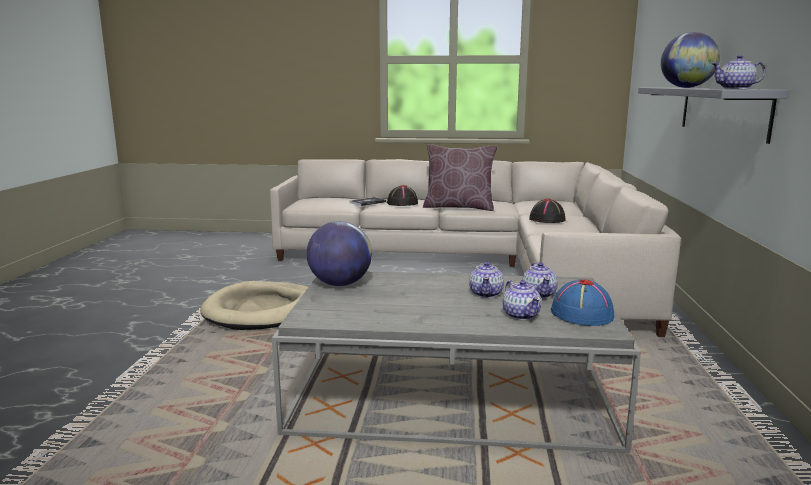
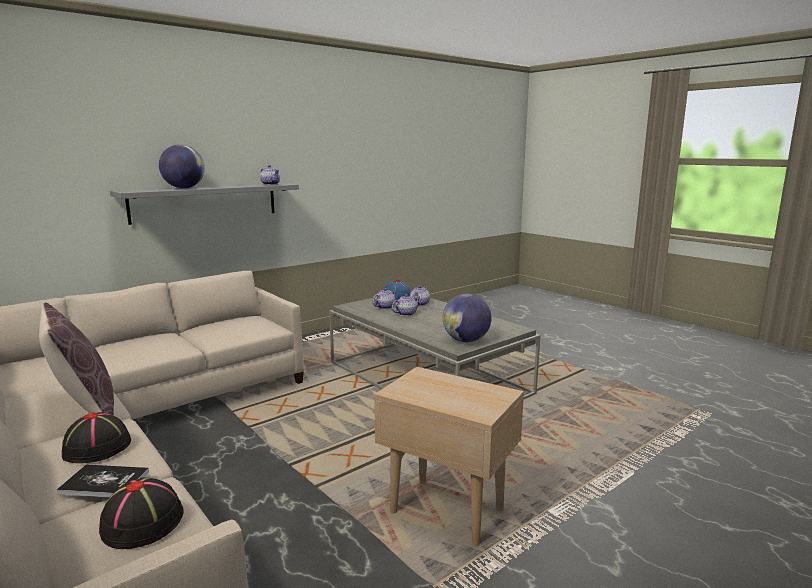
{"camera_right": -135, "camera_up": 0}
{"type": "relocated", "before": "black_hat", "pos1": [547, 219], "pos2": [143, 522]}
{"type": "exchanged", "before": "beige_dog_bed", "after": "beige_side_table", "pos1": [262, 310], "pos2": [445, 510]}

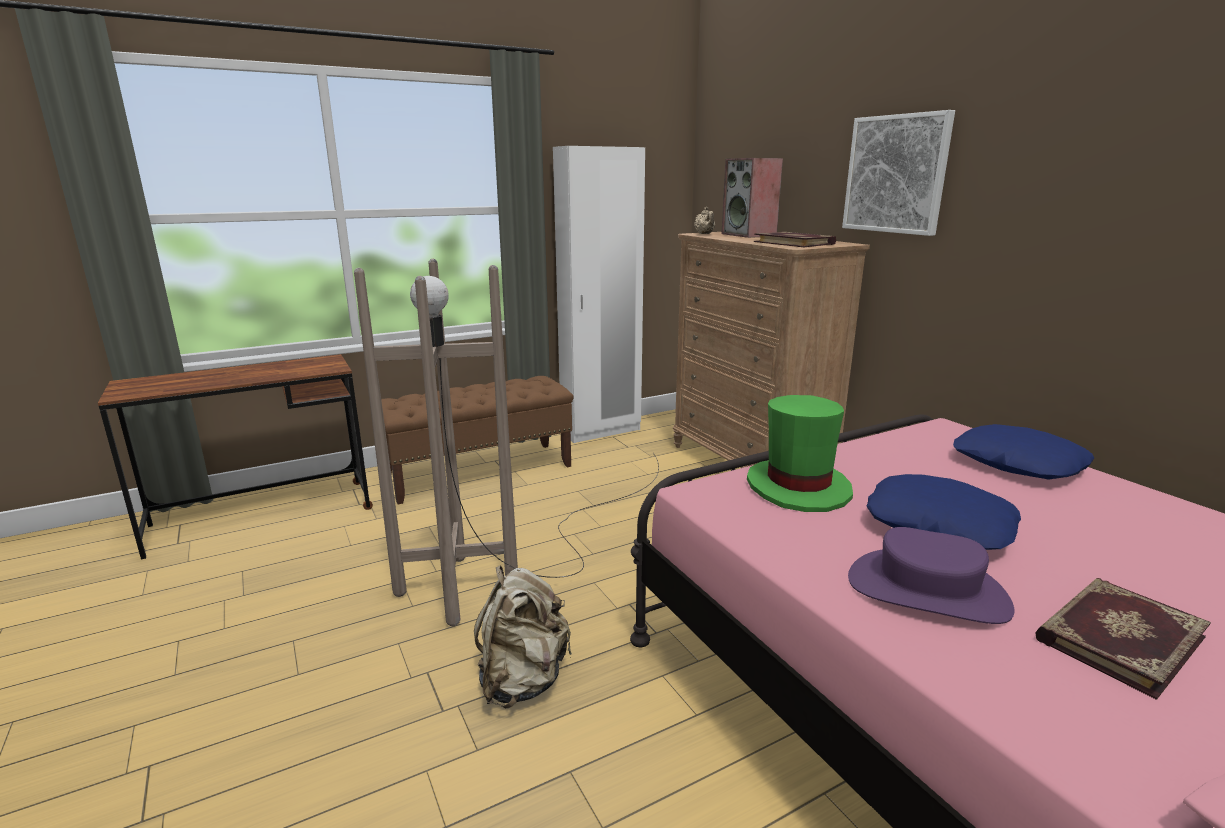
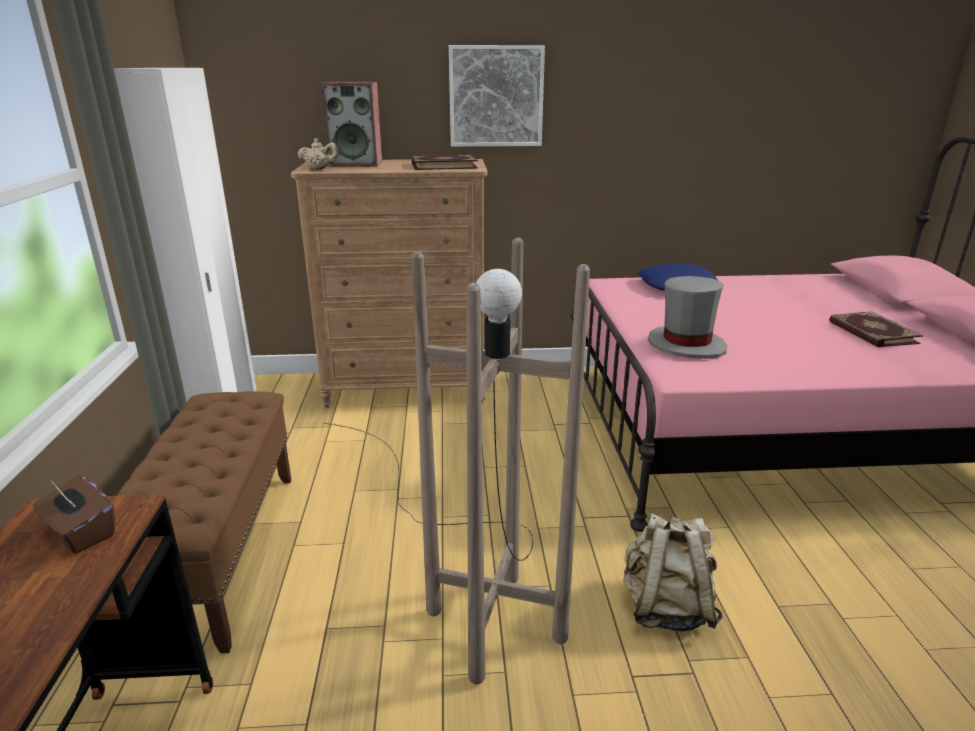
{"camera_right": -65, "camera_up": 5}
{"type": "colour", "before": "green_hat", "after": "grey_hat", "pos1": [798, 487], "pos2": [686, 345]}
{"type": "missing", "before": "blue_pillow", "pos1": [939, 524]}
{"type": "missing", "before": "purple_hat", "pos1": [927, 591]}
{"type": "appeared", "after": "brown_tissue_box", "pos2": [81, 533]}

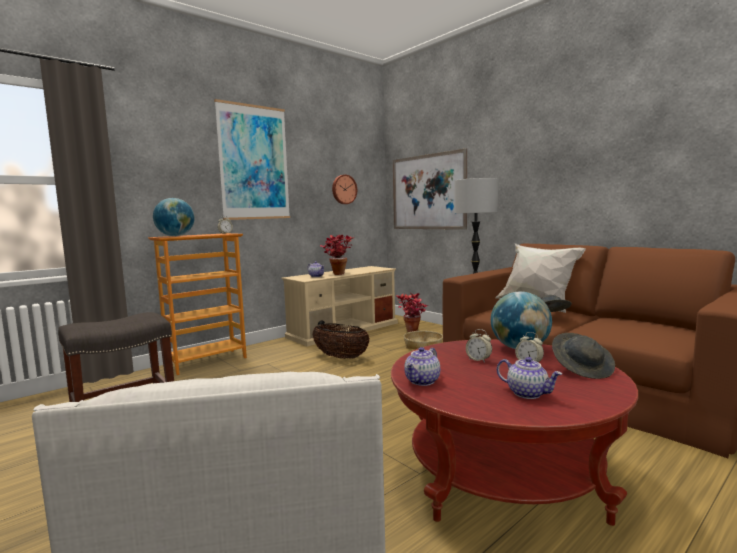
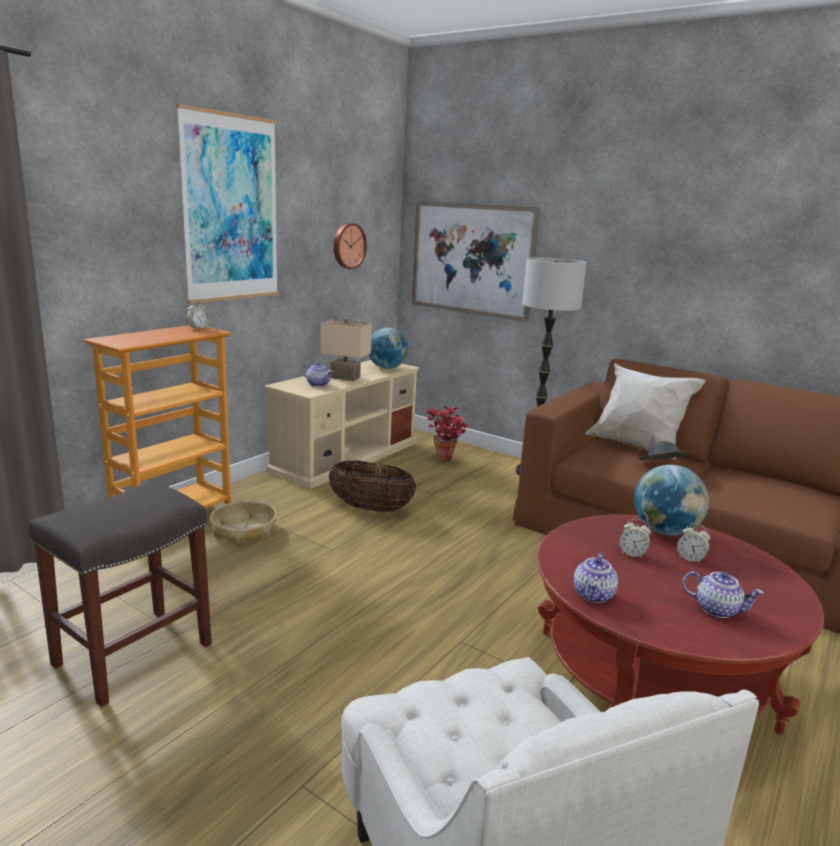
{"camera_right": -15, "camera_up": 10}
{"type": "relocated", "before": "globe", "pos1": [175, 236], "pos2": [387, 368]}
{"type": "exchanged", "before": "potted_plant", "after": "beige_table_lamp", "pos1": [337, 273], "pos2": [344, 378]}
{"type": "relocated", "before": "basket", "pos1": [423, 346], "pos2": [244, 530]}
{"type": "missing", "before": "grey_hat", "pos1": [582, 369]}

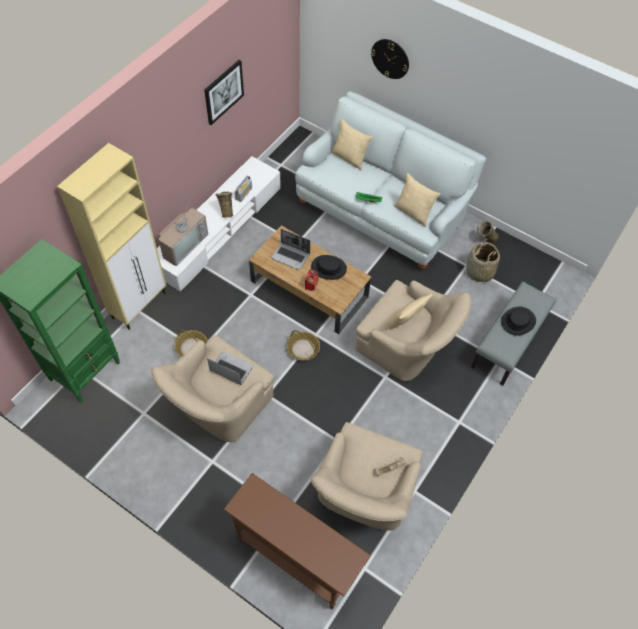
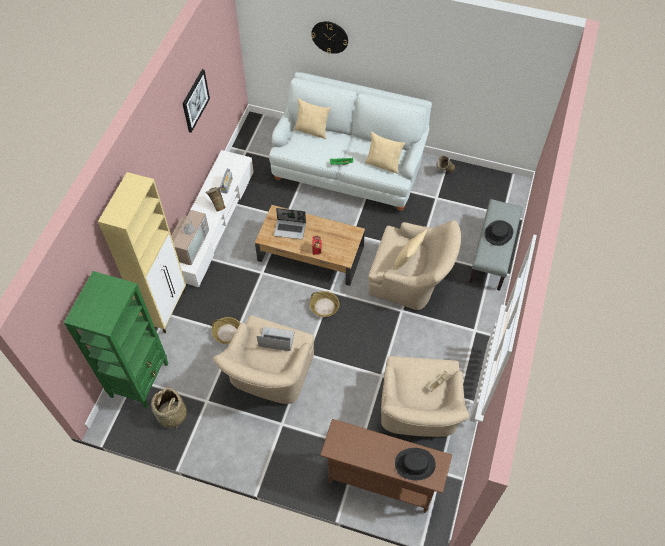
{"camera_right": -15, "camera_up": 0}
{"type": "relocated", "before": "basket", "pos1": [479, 272], "pos2": [171, 415]}
{"type": "relocated", "before": "black_hat", "pos1": [328, 268], "pos2": [415, 464]}

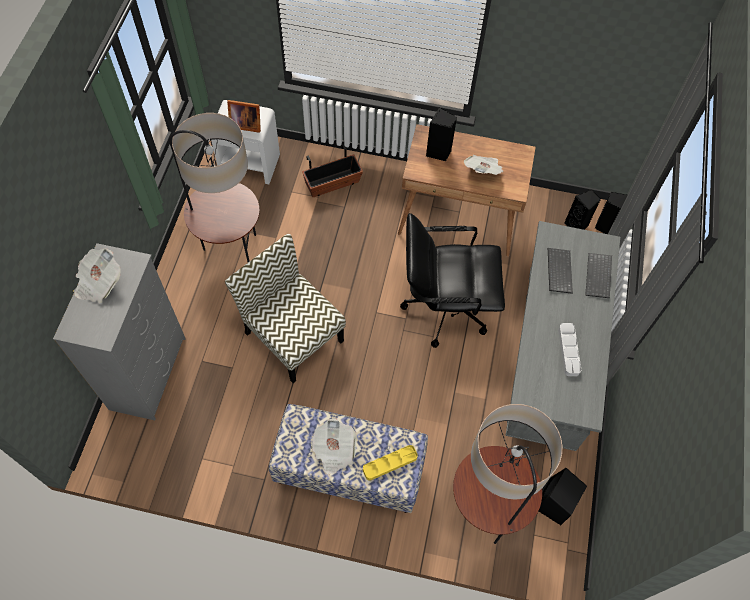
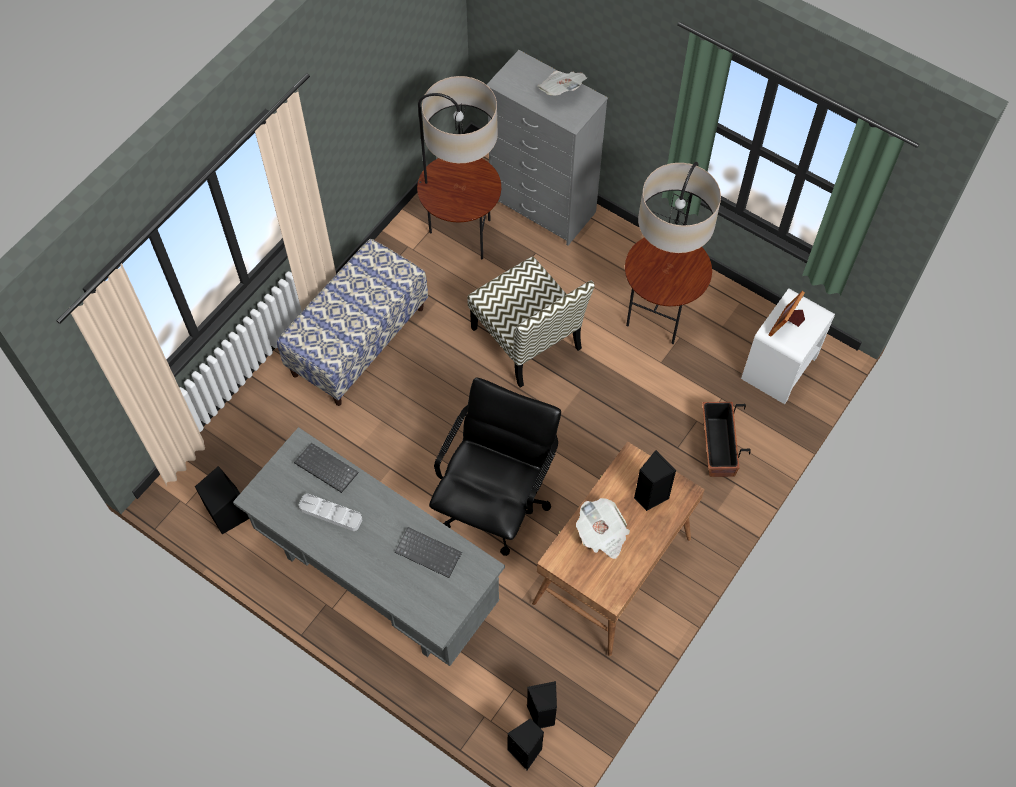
{"camera_right": 115, "camera_up": 0}
{"type": "spun", "before": "chair", "pos1": [292, 336], "pos2": [527, 339], "turn": 75}
{"type": "relocated", "before": "keyboard", "pos1": [599, 277], "pos2": [325, 469]}
{"type": "relocated", "before": "floor_lamp", "pos1": [484, 510], "pos2": [461, 236]}
{"type": "missing", "before": "newspaper", "pos1": [334, 451]}
{"type": "missing", "before": "yellow_tray", "pos1": [390, 463]}

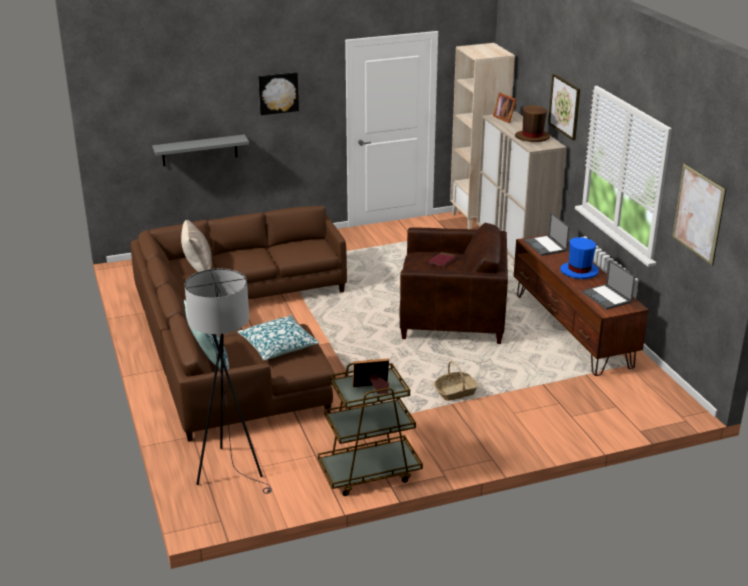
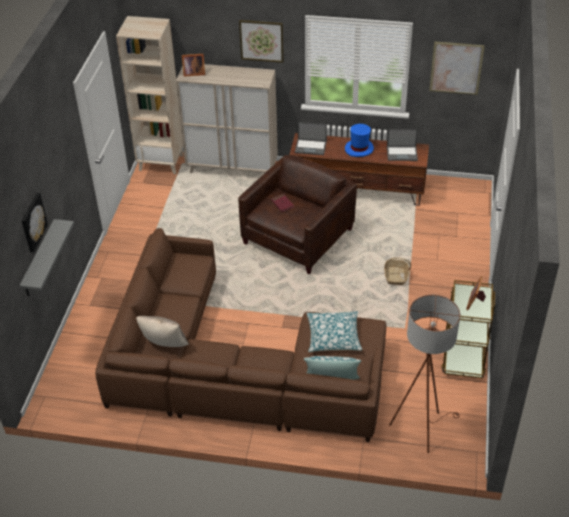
{"camera_right": -60, "camera_up": 15}
{"type": "relocated", "before": "picture", "pos1": [278, 93], "pos2": [32, 222]}
{"type": "missing", "before": "brown_hat", "pos1": [532, 137]}
{"type": "colour", "before": "grey_floor_lamp", "after": "brown_floor_lamp", "pos1": [232, 470], "pos2": [421, 427]}

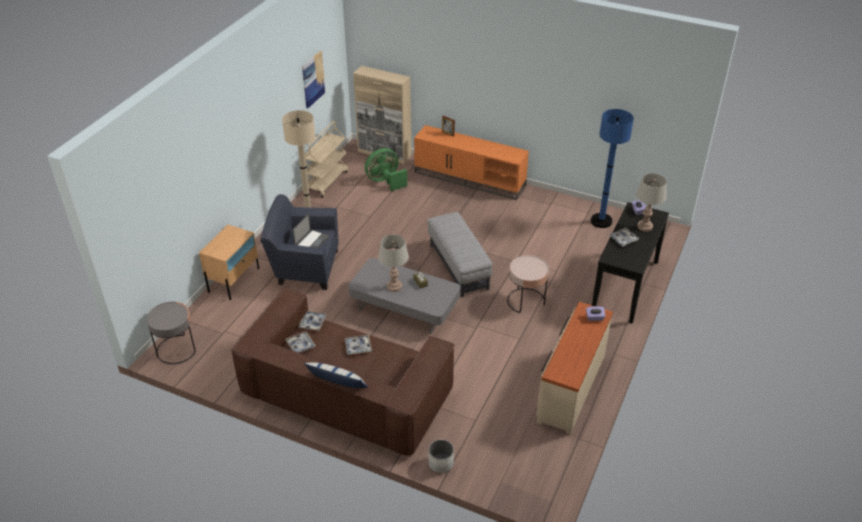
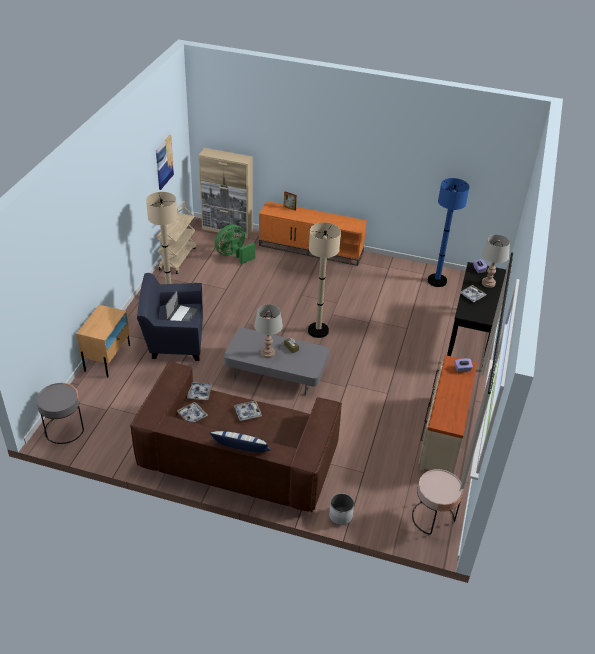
{"camera_right": -10, "camera_up": 0}
{"type": "exchanged", "before": "grey_ottoman", "after": "beige_floor_lamp", "pos1": [458, 267], "pos2": [318, 330]}
{"type": "relocated", "before": "pink_side_table", "pos1": [526, 301], "pos2": [433, 517]}

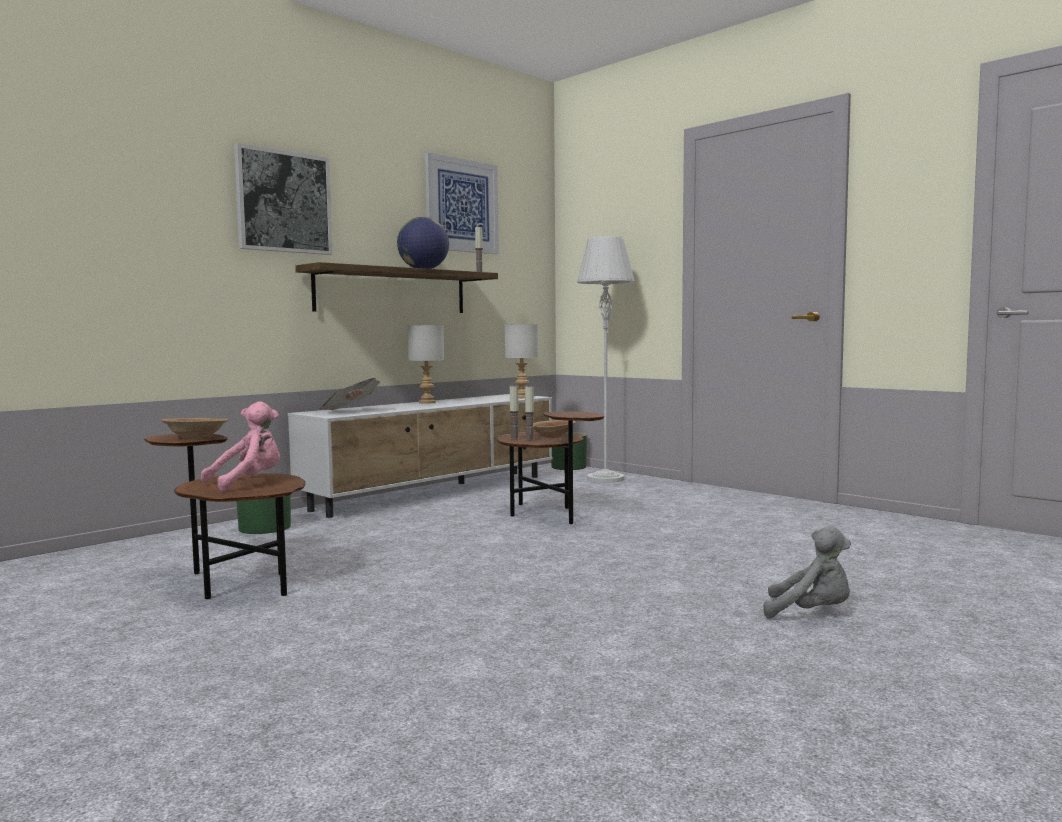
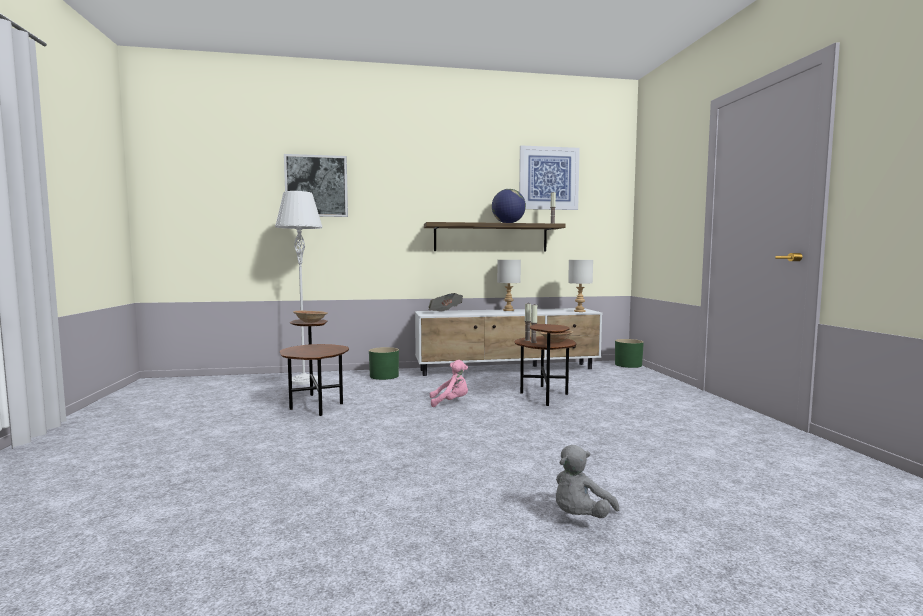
{"camera_right": 35, "camera_up": 0}
{"type": "relocated", "before": "picture", "pos1": [283, 202], "pos2": [316, 186]}
{"type": "relocated", "before": "grey_floor_lamp", "pos1": [605, 479], "pos2": [304, 381]}
{"type": "relocated", "before": "pink_plush_toy", "pos1": [248, 483], "pos2": [451, 402]}
{"type": "spun", "before": "grey_plush_toy", "pos1": [811, 613], "pos2": [580, 517], "turn": 75}

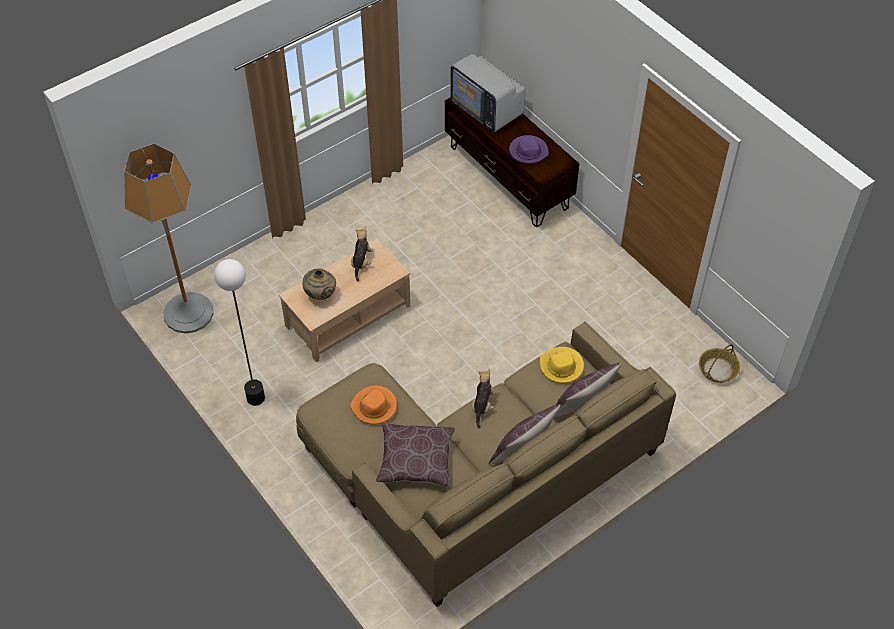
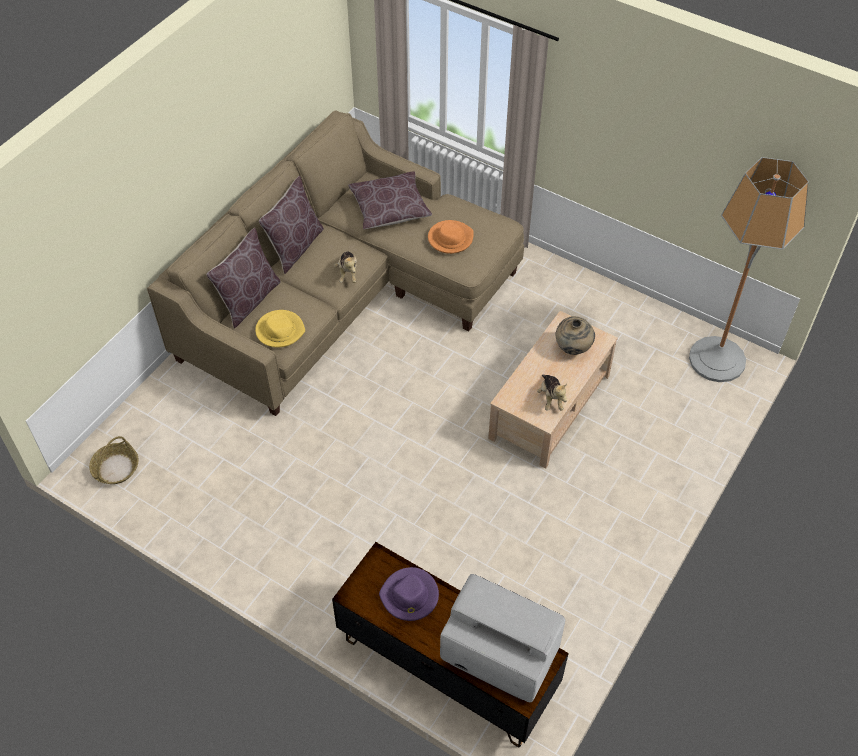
{"camera_right": 160, "camera_up": 0}
{"type": "missing", "before": "floor_lamp", "pos1": [255, 397]}

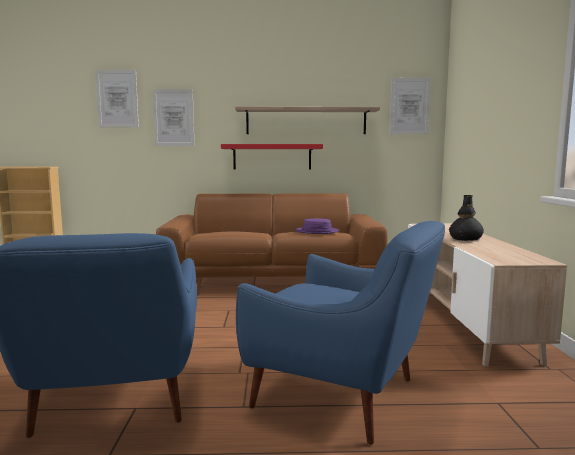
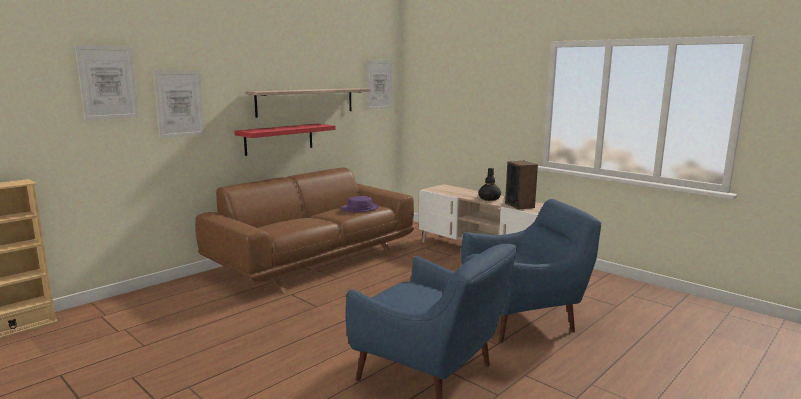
{"camera_right": -45, "camera_up": 5}
{"type": "appeared", "after": "speaker", "pos2": [519, 205]}

